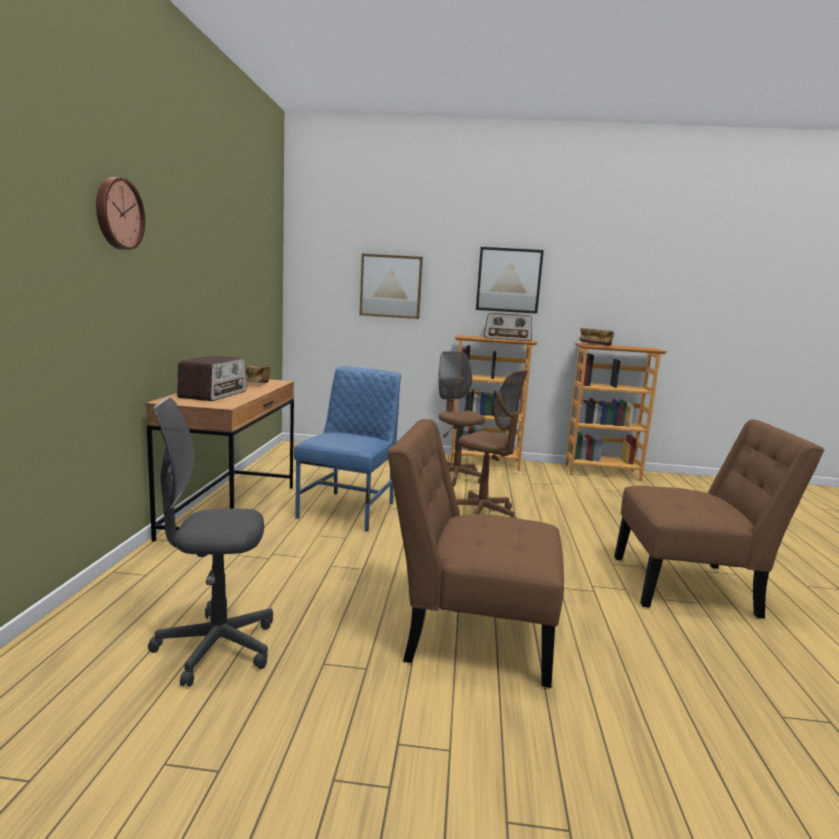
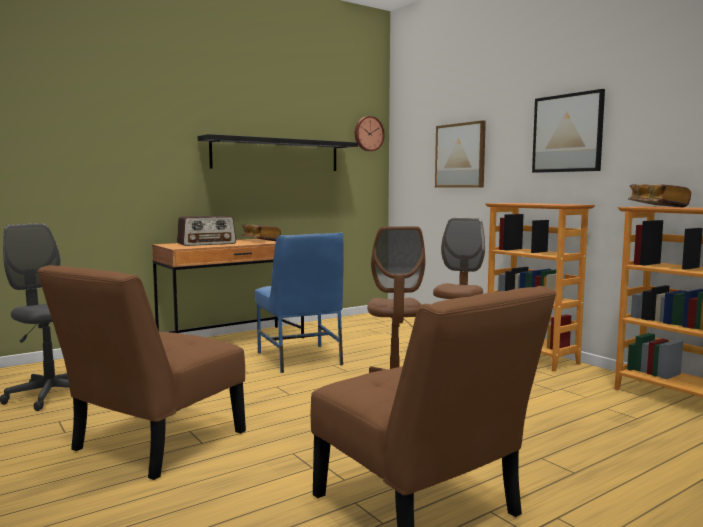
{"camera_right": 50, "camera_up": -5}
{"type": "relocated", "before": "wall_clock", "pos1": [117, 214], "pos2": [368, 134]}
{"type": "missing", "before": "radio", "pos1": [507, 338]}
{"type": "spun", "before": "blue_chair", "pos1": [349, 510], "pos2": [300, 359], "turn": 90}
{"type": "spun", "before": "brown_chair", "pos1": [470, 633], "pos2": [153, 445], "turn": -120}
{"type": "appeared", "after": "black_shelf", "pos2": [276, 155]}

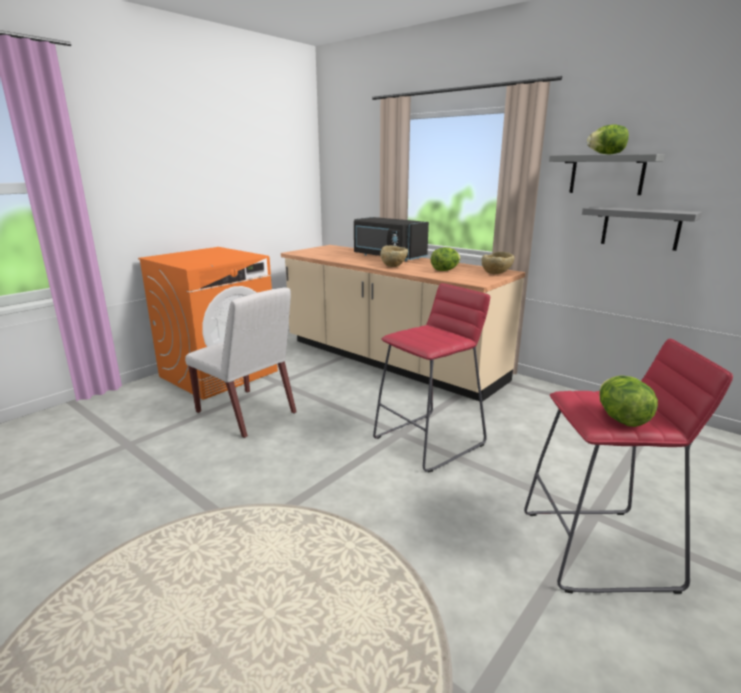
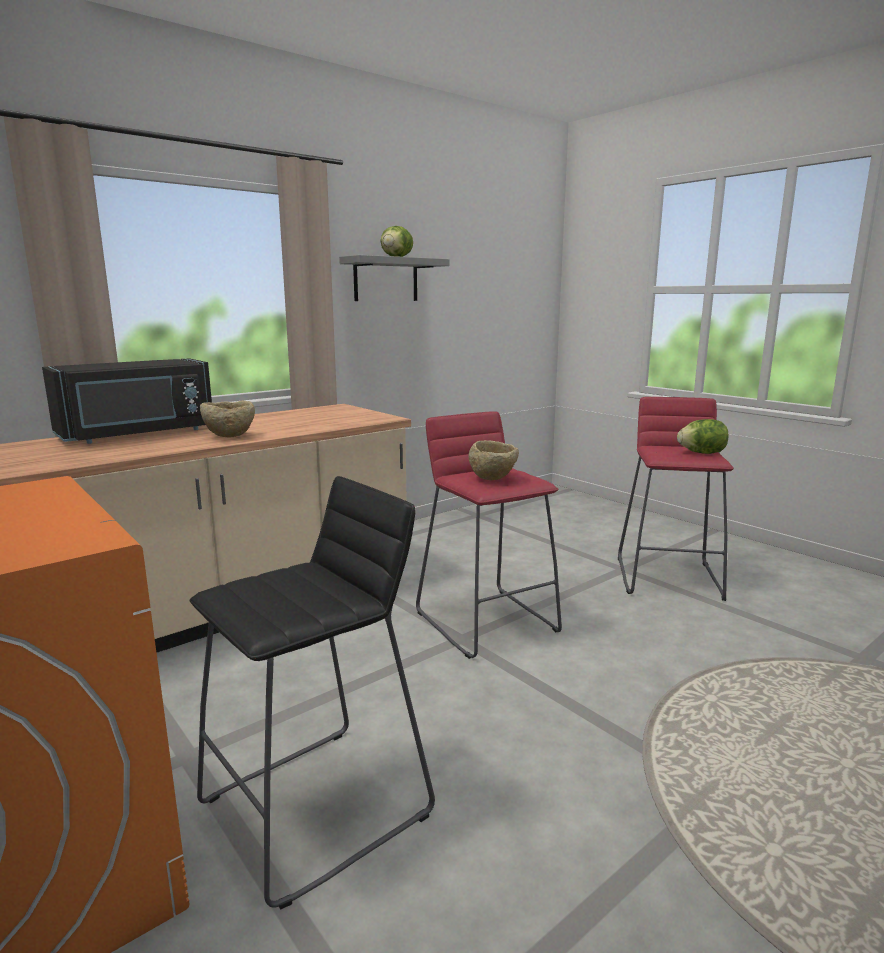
{"camera_right": -80, "camera_up": -5}
{"type": "missing", "before": "grey_shelf", "pos1": [640, 228]}
{"type": "missing", "before": "lettuce", "pos1": [445, 270]}
{"type": "relocated", "before": "beige_bowl", "pos1": [496, 274], "pos2": [493, 478]}
{"type": "exchanged", "before": "white_chair", "after": "black_stool", "pos1": [247, 413], "pos2": [318, 807]}

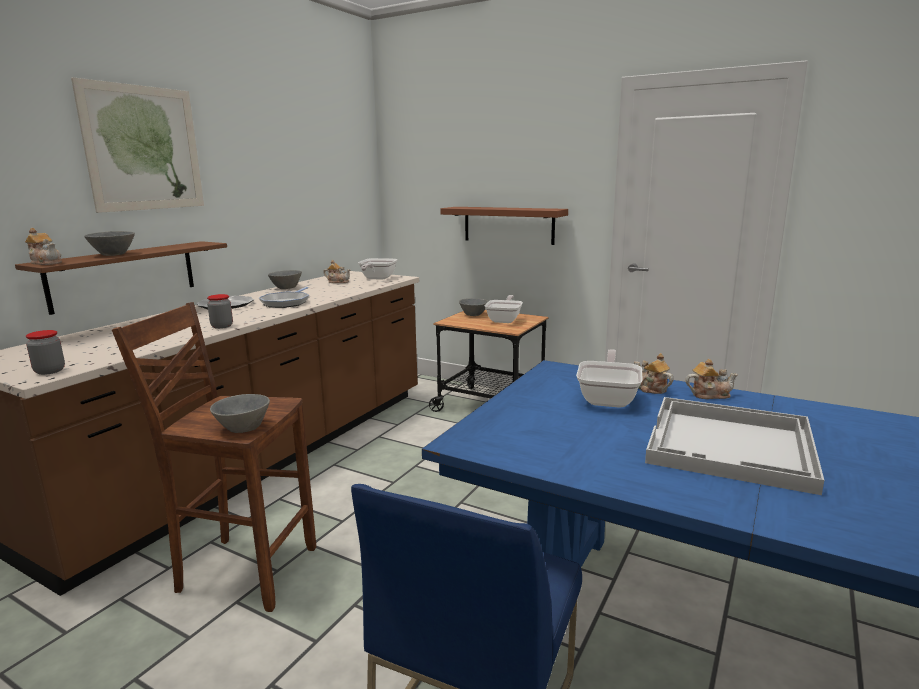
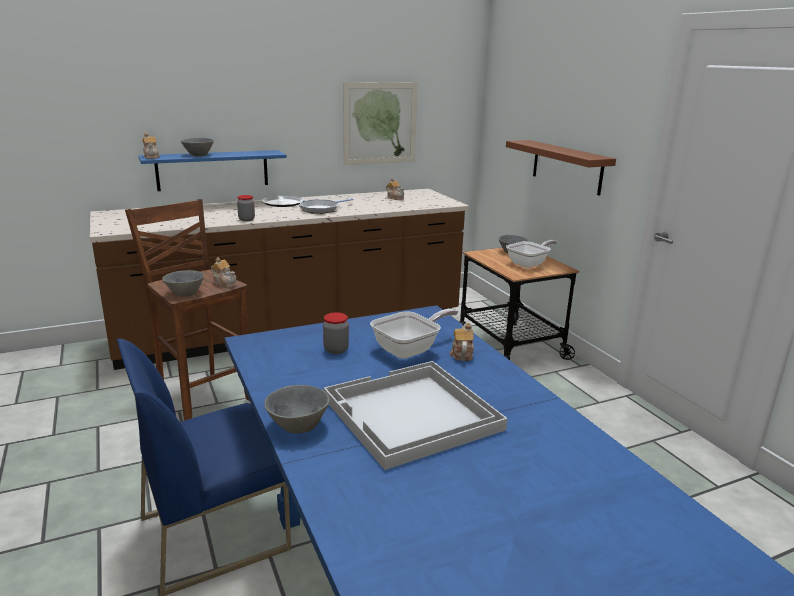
{"camera_right": 35, "camera_up": 5}
{"type": "relocated", "before": "picture", "pos1": [144, 148], "pos2": [380, 123]}
{"type": "colour", "before": "brown_shelf", "after": "blue_shelf", "pos1": [124, 275], "pos2": [213, 170]}
{"type": "missing", "before": "frying_pan", "pos1": [377, 279]}
{"type": "relocated", "before": "grey_bowl", "pos1": [286, 287], "pos2": [298, 424]}
{"type": "relocated", "before": "jar", "pos1": [49, 371], "pos2": [336, 350]}
{"type": "relocated", "before": "teapot", "pos1": [709, 395], "pos2": [225, 283]}

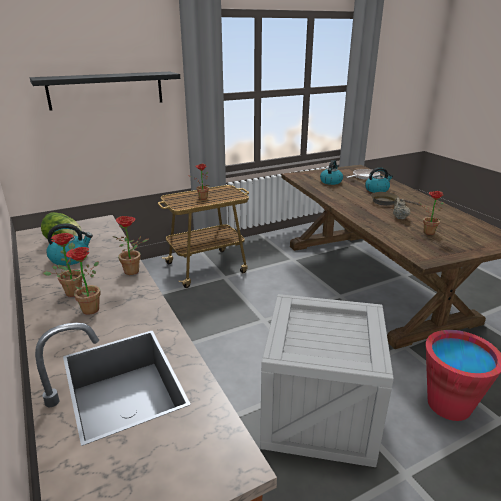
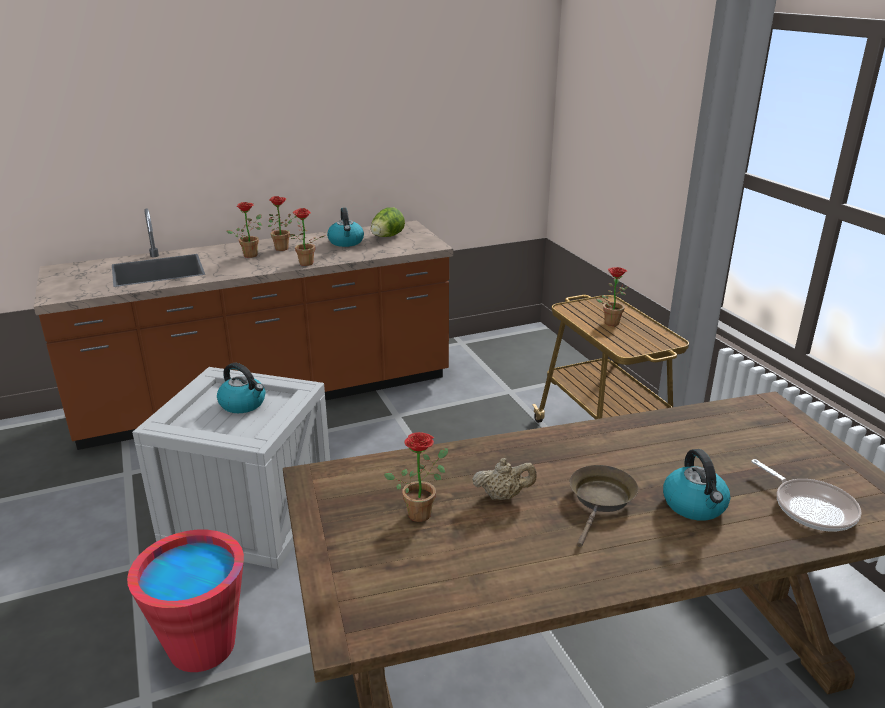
{"camera_right": 95, "camera_up": 0}
{"type": "missing", "before": "black_shelf", "pos1": [106, 90]}
{"type": "relocated", "before": "kettle", "pos1": [331, 181], "pos2": [243, 404]}

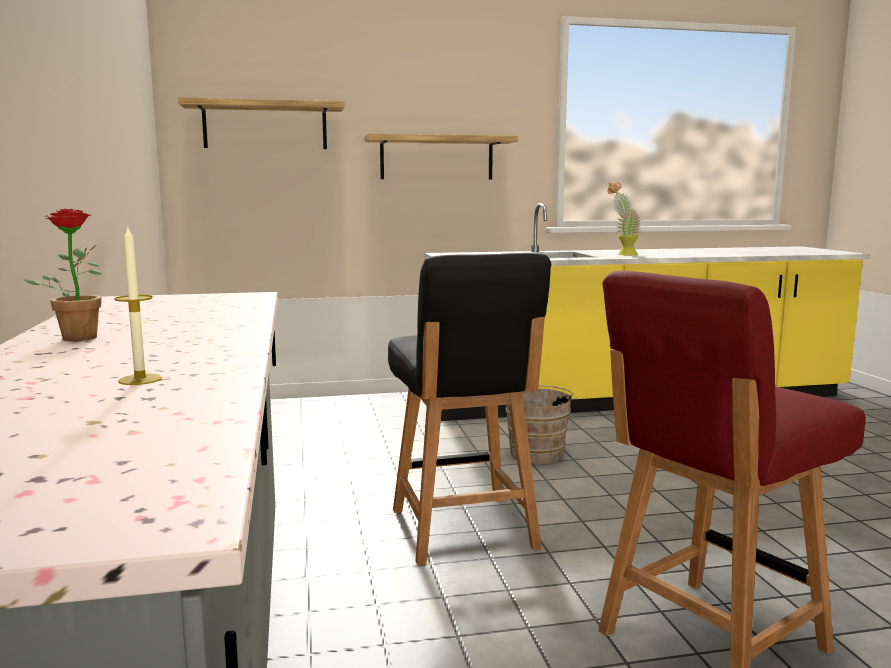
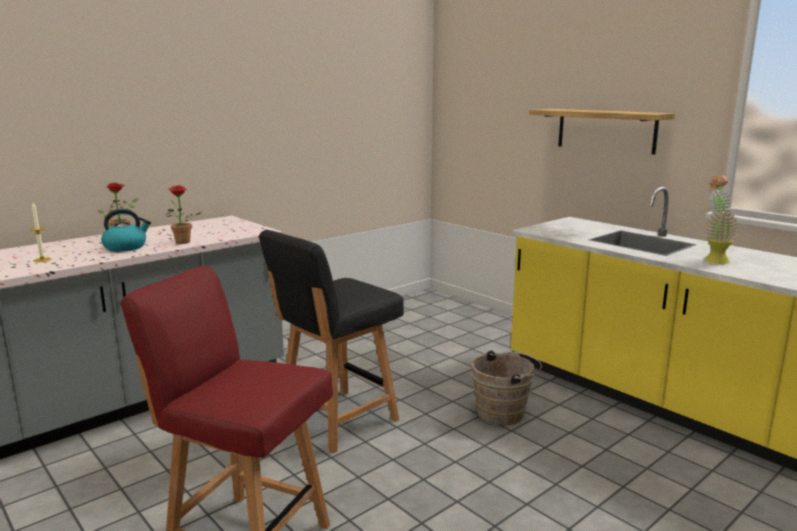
{"camera_right": 60, "camera_up": 5}
{"type": "missing", "before": "shelf", "pos1": [265, 126]}
{"type": "appeared", "after": "potted_plant", "pos2": [182, 243]}
{"type": "appeared", "after": "kettle", "pos2": [126, 247]}

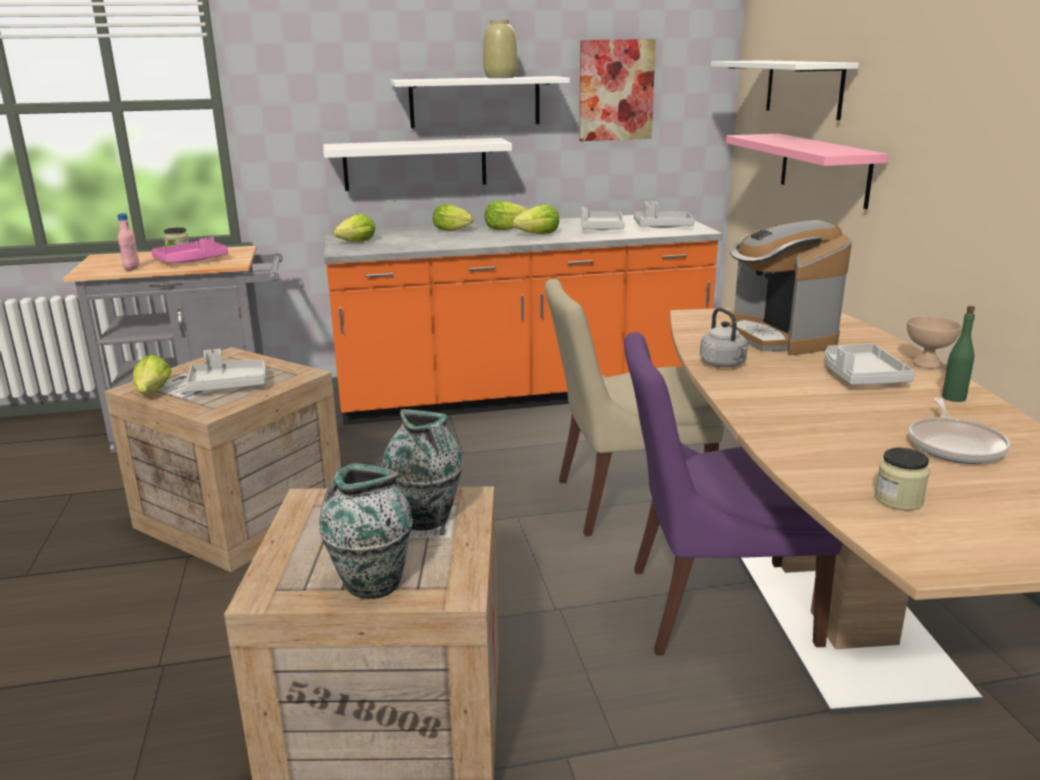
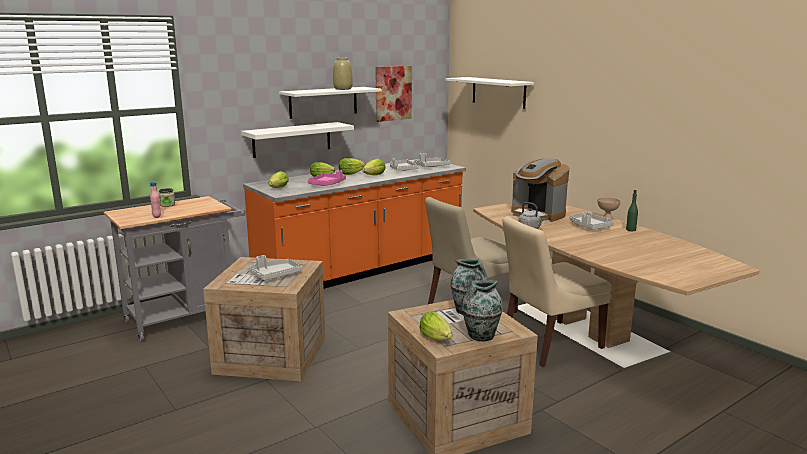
{"camera_right": -25, "camera_up": -5}
{"type": "missing", "before": "pink_shelf", "pos1": [824, 169]}
{"type": "relocated", "before": "pink_tray", "pos1": [192, 261], "pos2": [327, 184]}
{"type": "colour", "before": "purple_chair", "after": "beige_chair", "pos1": [713, 608], "pos2": [548, 345]}
{"type": "relocated", "before": "lettuce", "pos1": [152, 394], "pos2": [437, 339]}
{"type": "missing", "before": "frying_pan", "pos1": [955, 445]}
{"type": "missing", "before": "jar", "pos1": [898, 500]}

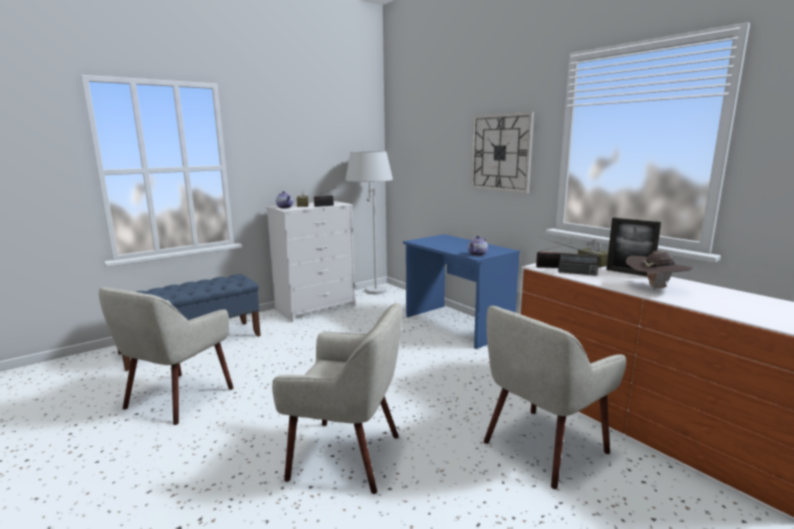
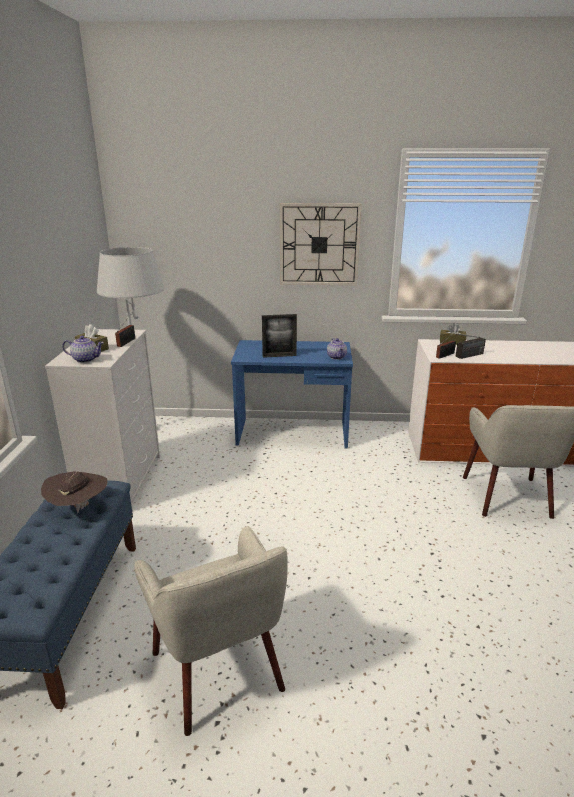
{"camera_right": -50, "camera_up": 10}
{"type": "relocated", "before": "picture_frame", "pos1": [629, 273], "pos2": [279, 356]}
{"type": "relocated", "before": "brown_hat", "pos1": [655, 288], "pos2": [79, 507]}
{"type": "missing", "before": "beige_armchair", "pos1": [347, 456]}

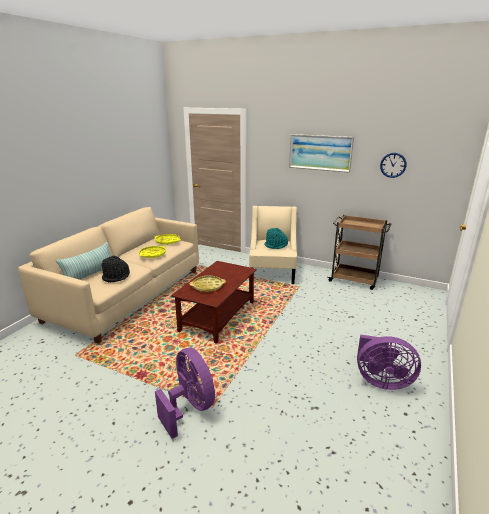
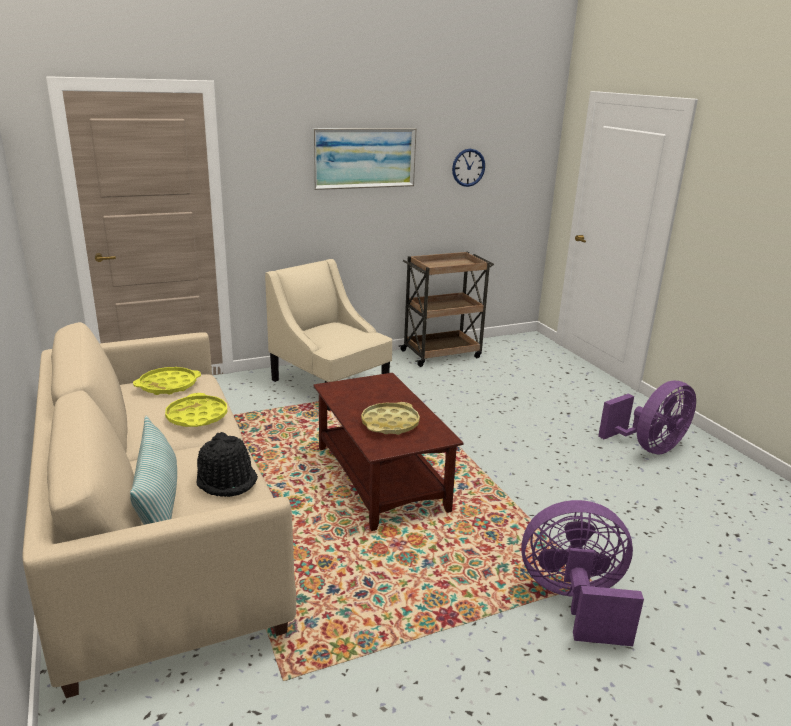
{"camera_right": -50, "camera_up": 0}
{"type": "missing", "before": "turquoise_hat", "pos1": [276, 245]}

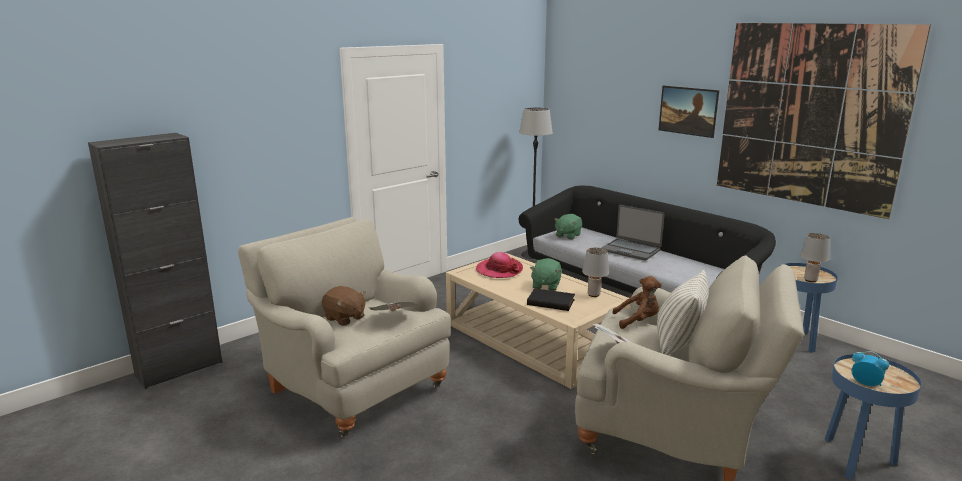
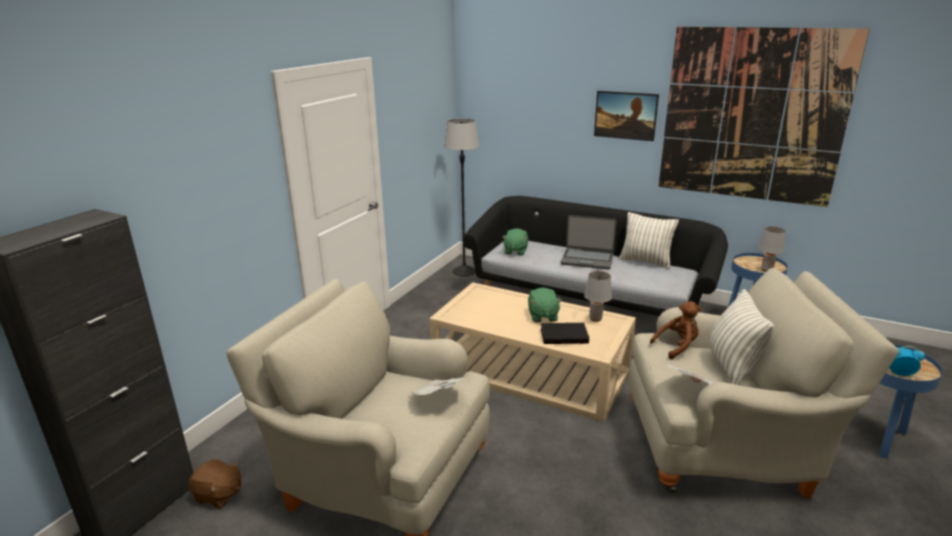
{"camera_right": -20, "camera_up": 5}
{"type": "missing", "before": "hat", "pos1": [499, 270]}
{"type": "relocated", "before": "brown_plush_toy", "pos1": [344, 318], "pos2": [219, 495]}
{"type": "appeared", "after": "pillow", "pos2": [645, 261]}

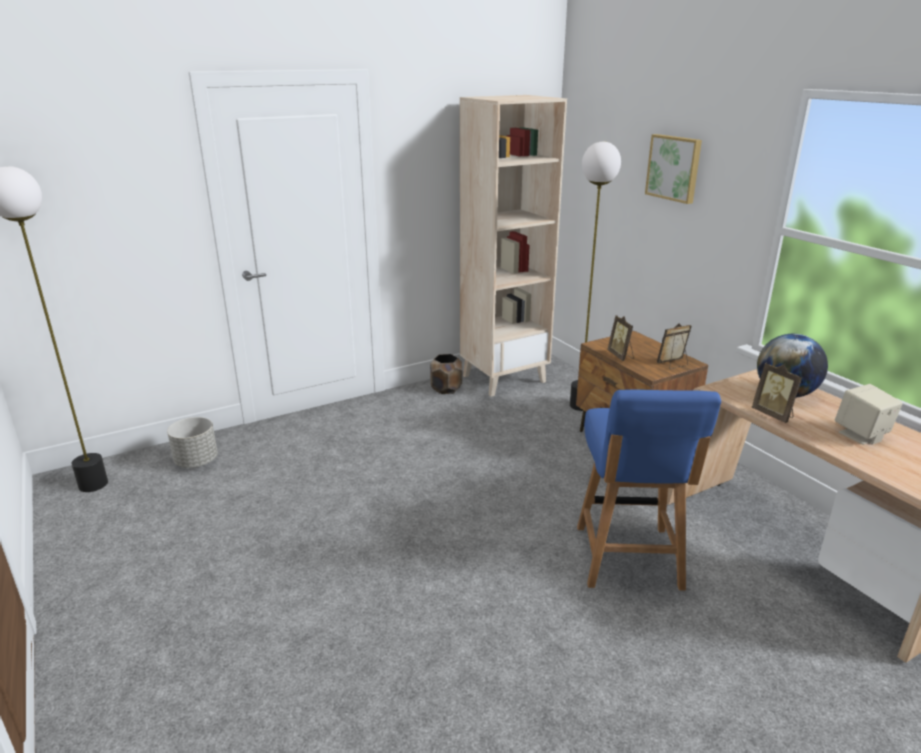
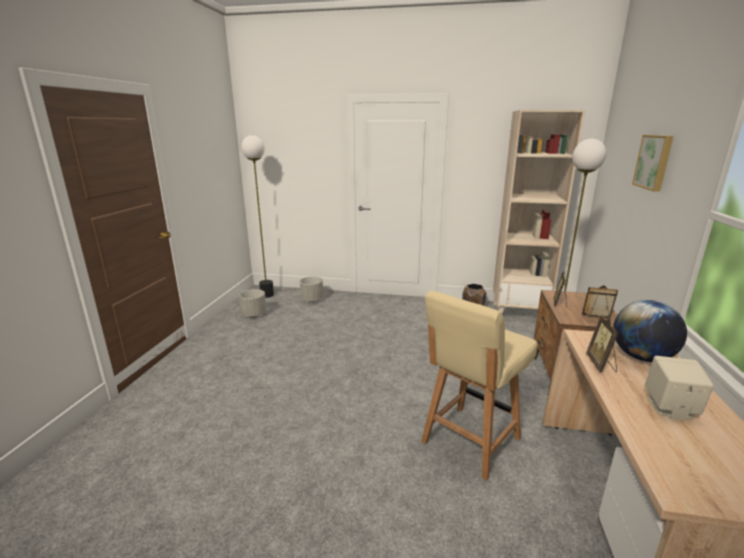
{"camera_right": 40, "camera_up": -5}
{"type": "colour", "before": "blue_chair", "after": "beige_chair", "pos1": [628, 559], "pos2": [469, 441]}
{"type": "appeared", "after": "grey_planter", "pos2": [254, 314]}

